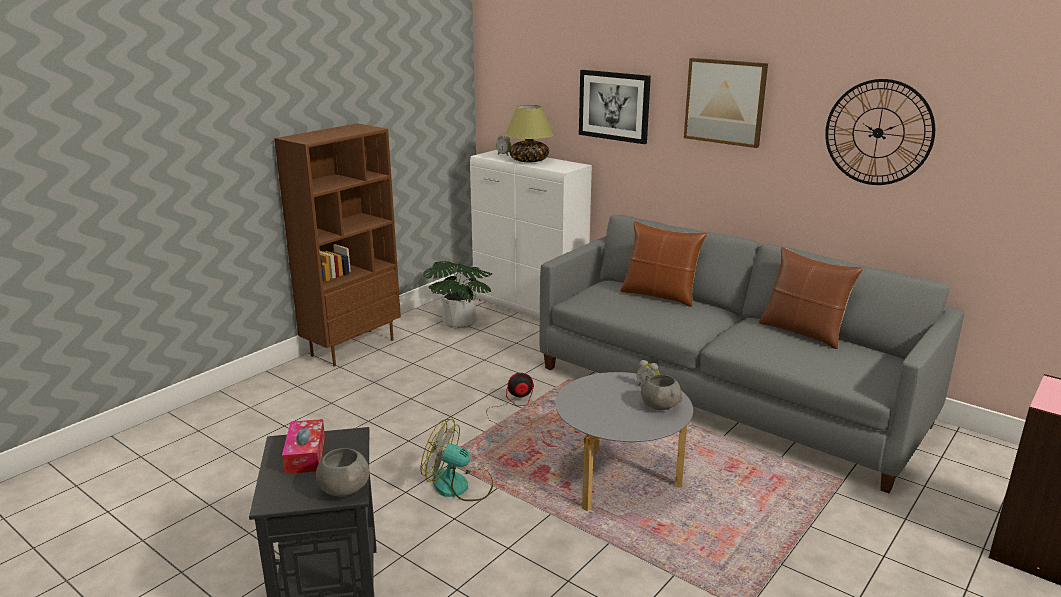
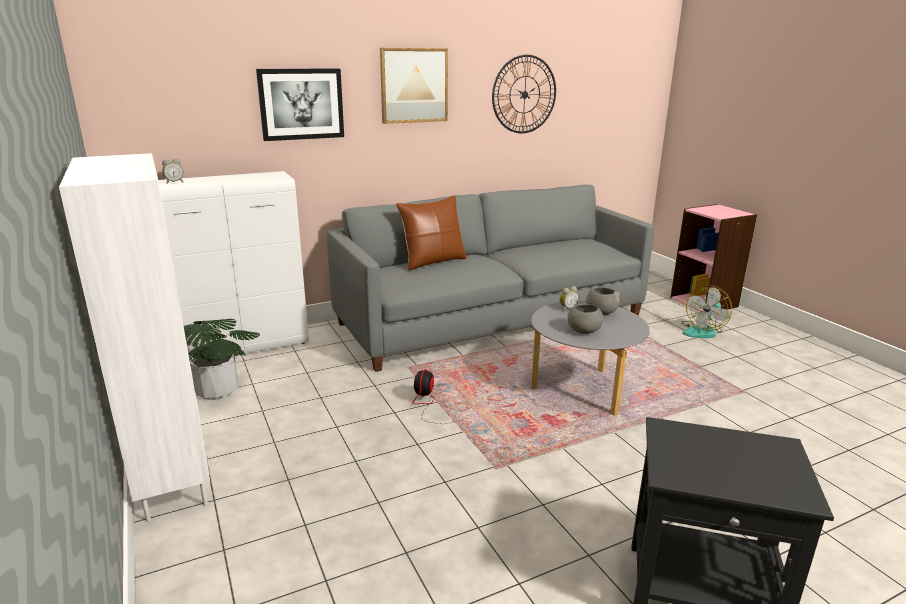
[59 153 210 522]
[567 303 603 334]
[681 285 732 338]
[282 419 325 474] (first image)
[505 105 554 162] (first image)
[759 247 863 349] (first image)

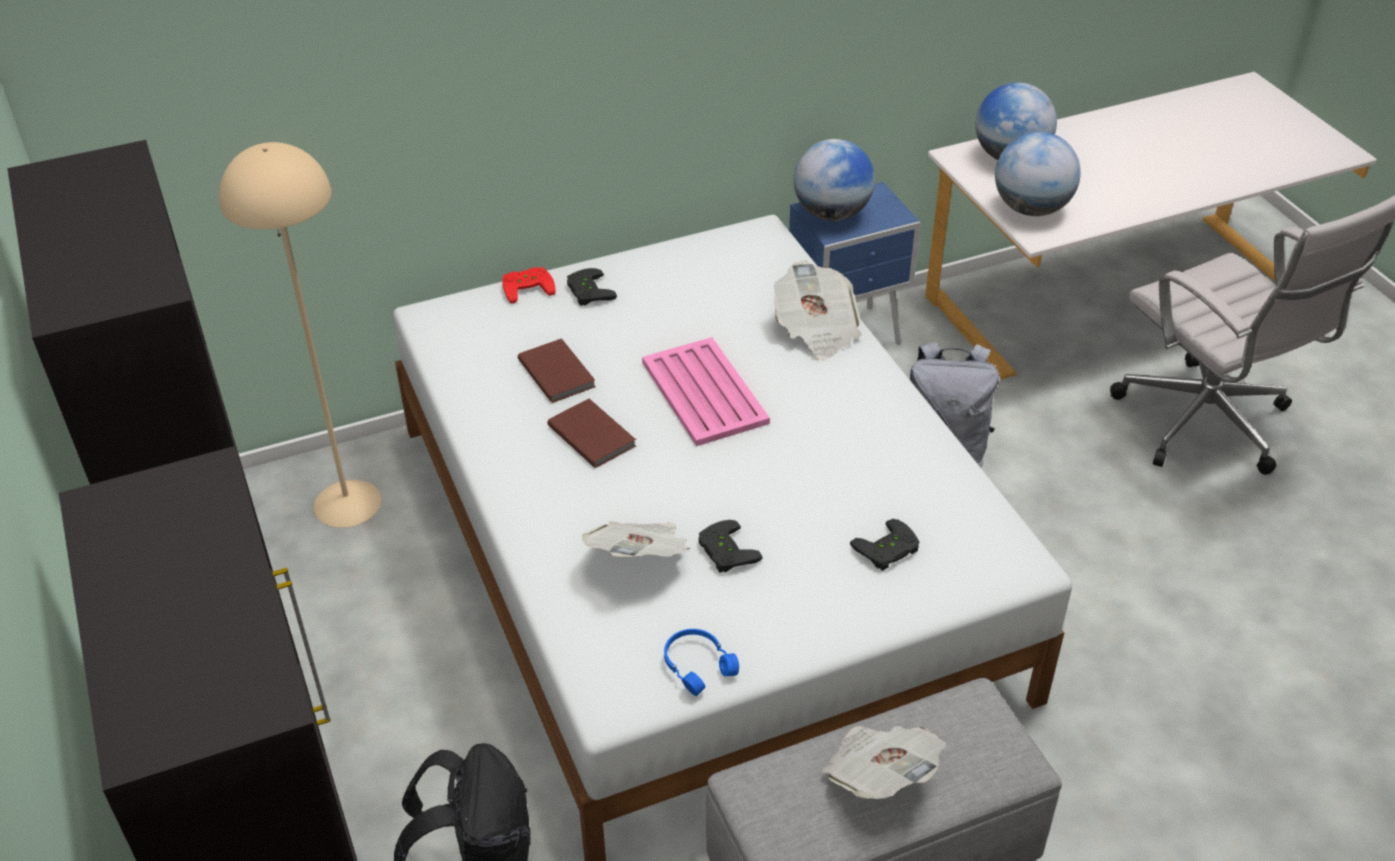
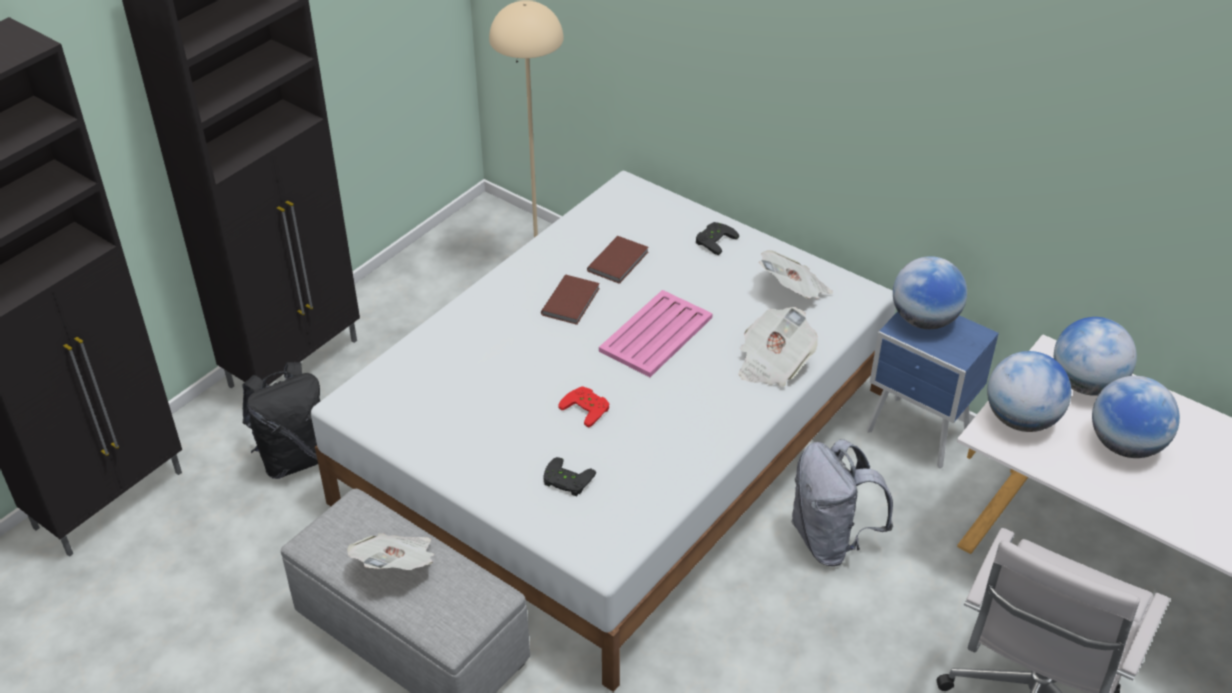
[558 386 610 427]
[759 250 833 299]
[1092 376 1180 458]
[664 629 739 696] (first image)
[699 520 763 573] (first image)

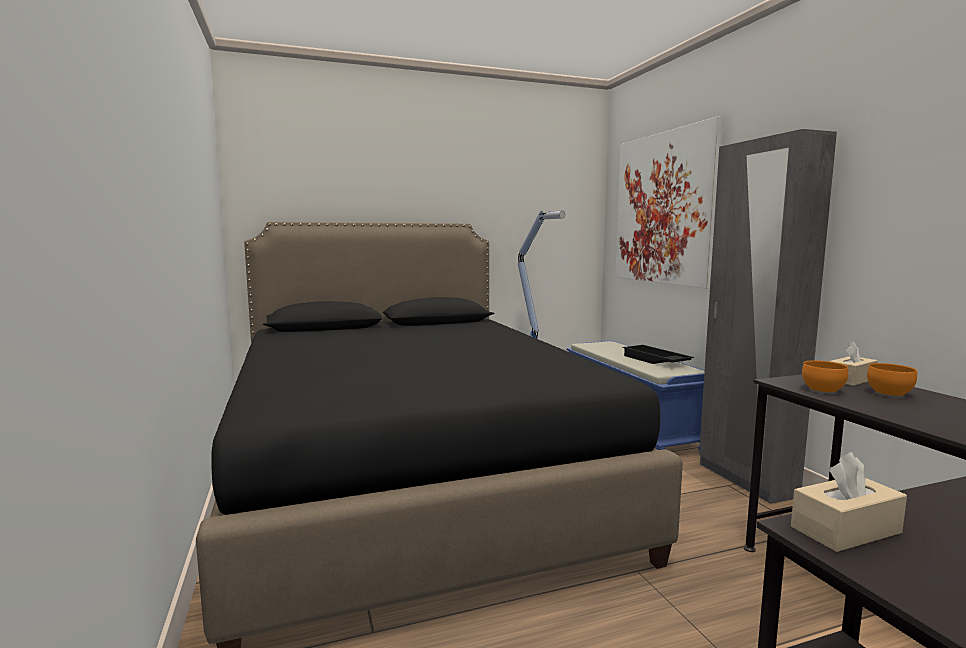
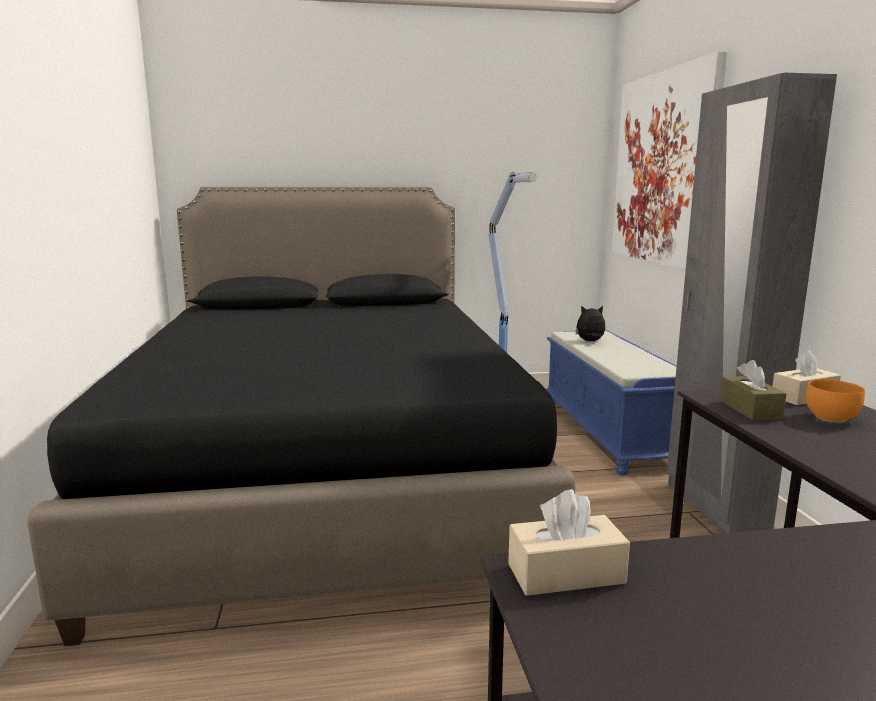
[575 305 605 341]
[720 360 786 420]
[623 345 694 364] (first image)

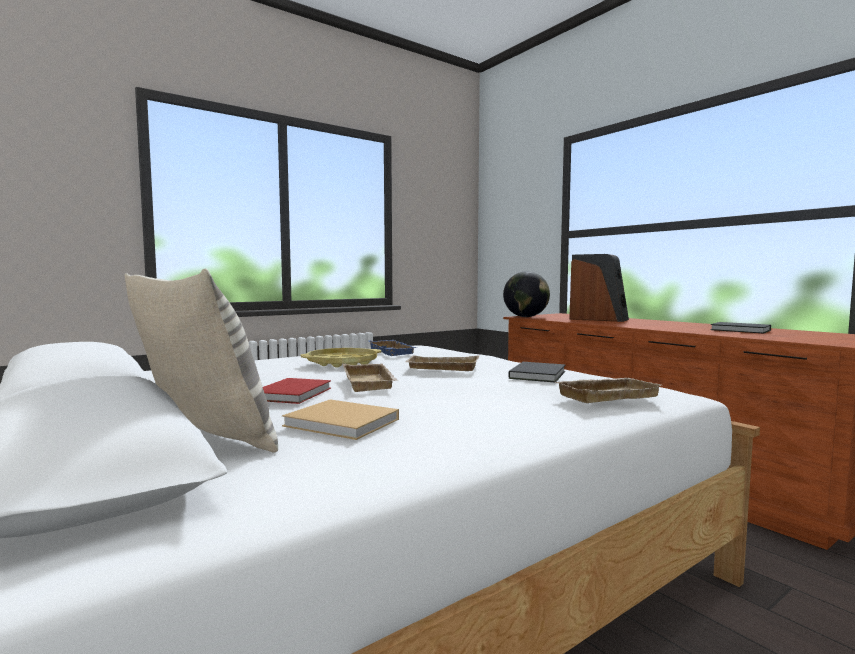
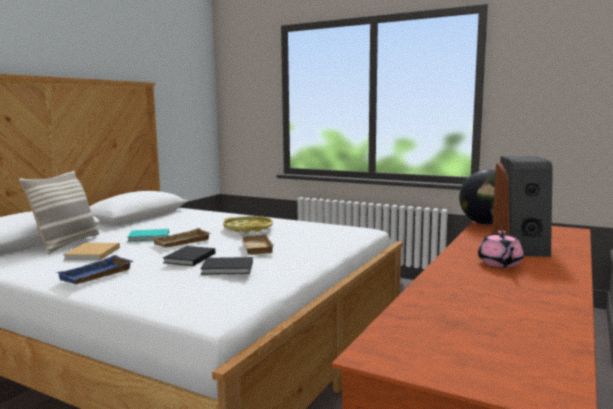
[56 255 133 284]
[127 229 169 242]
[163 246 215 266]
[478 231 524 267]
[554 378 661 403] (first image)

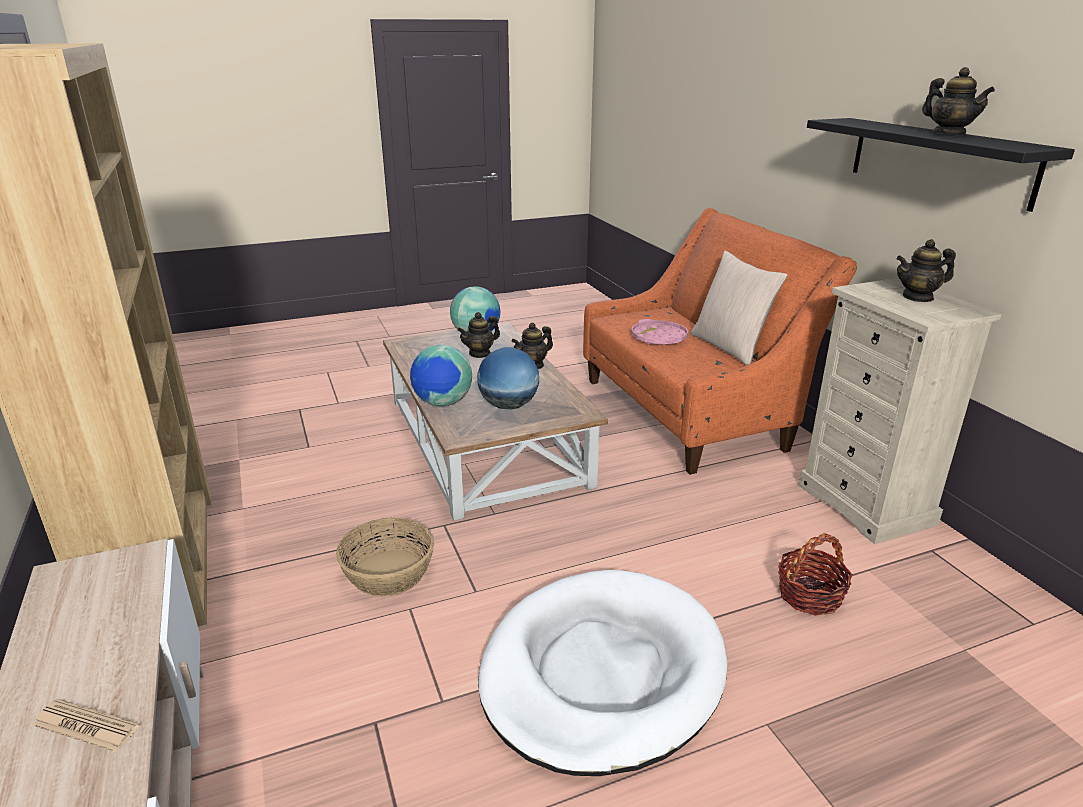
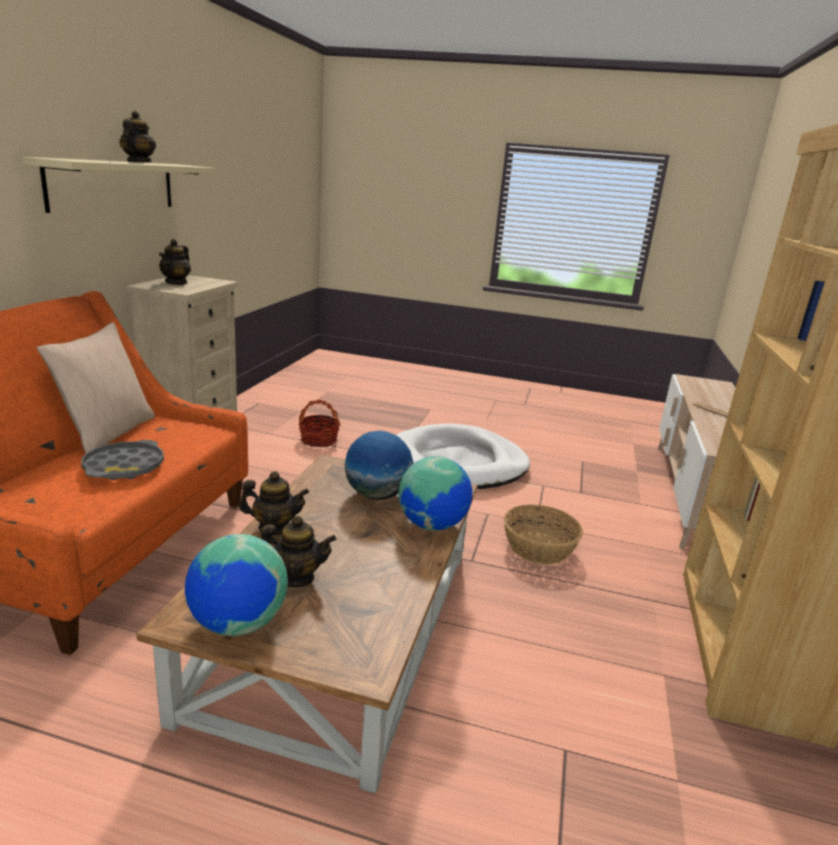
[22 157 215 213]
[81 440 164 480]
[159 239 191 285]

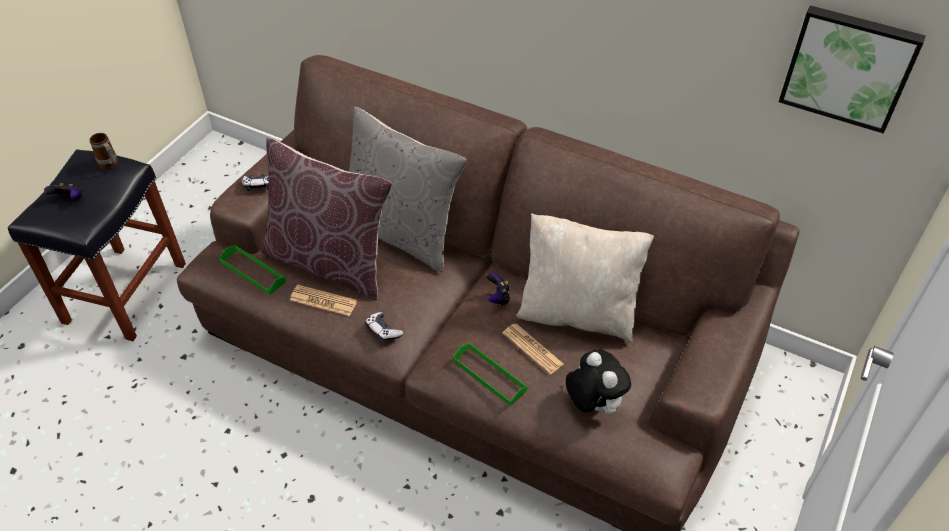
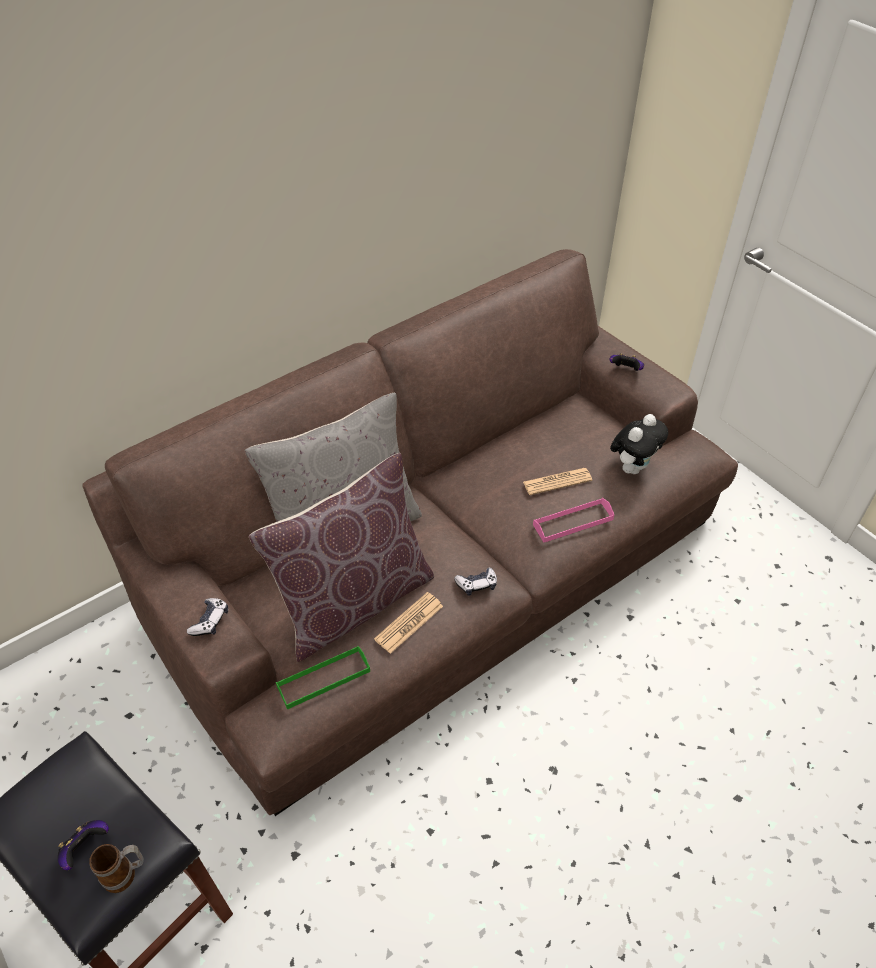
[89 844 144 893]
[533 498 614 542]
[610 354 644 371]
[610 414 668 474]
[516 213 654 342] (first image)
[779 5 926 134] (first image)

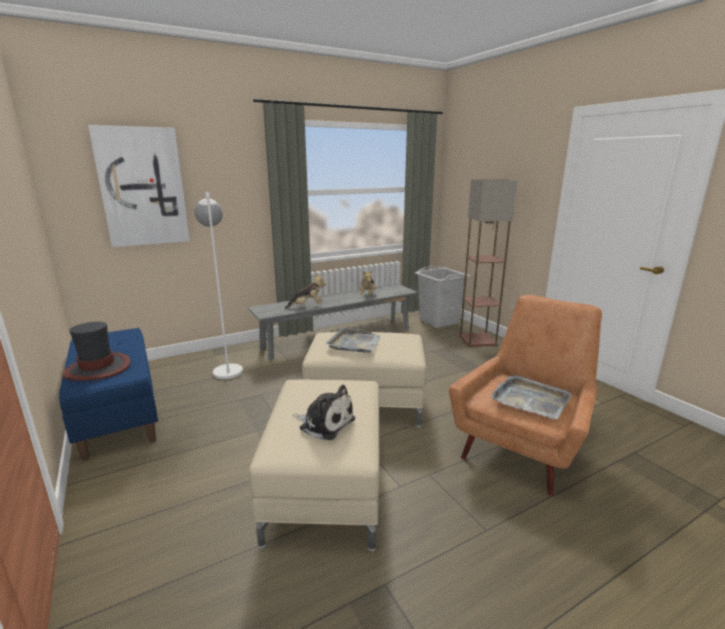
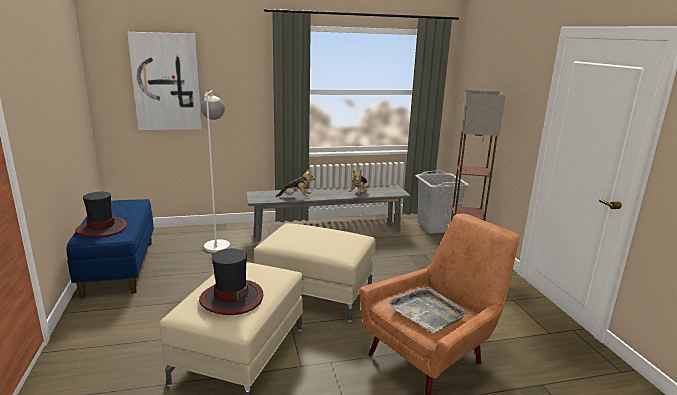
[199 248 263 315]
[326 328 380 353] (first image)

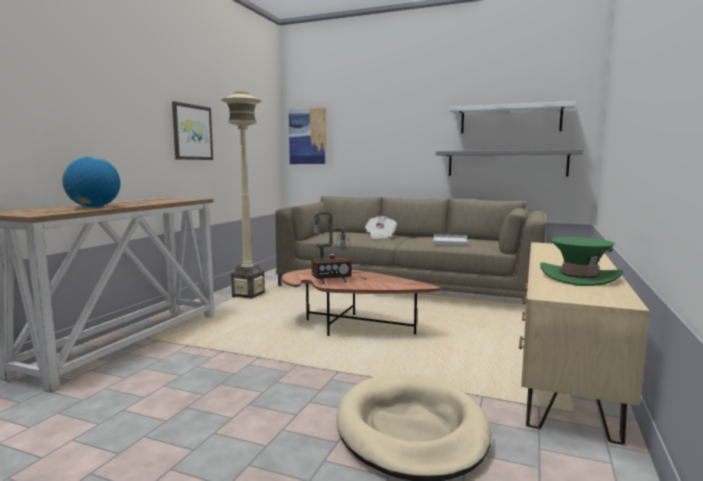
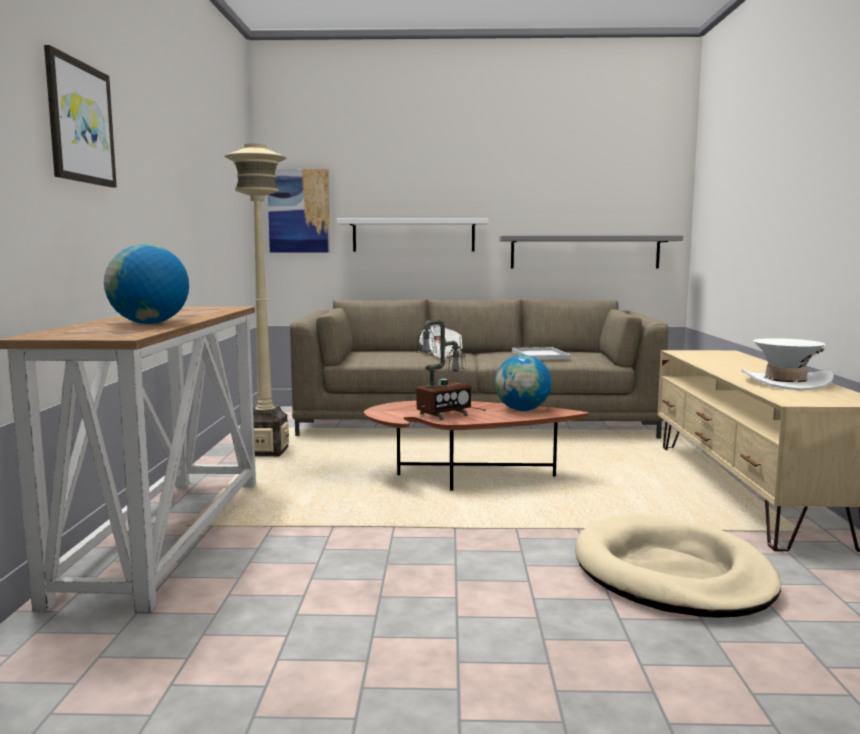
[44 45 117 188]
[337 218 488 252]
[495 355 551 411]
[741 338 834 391]

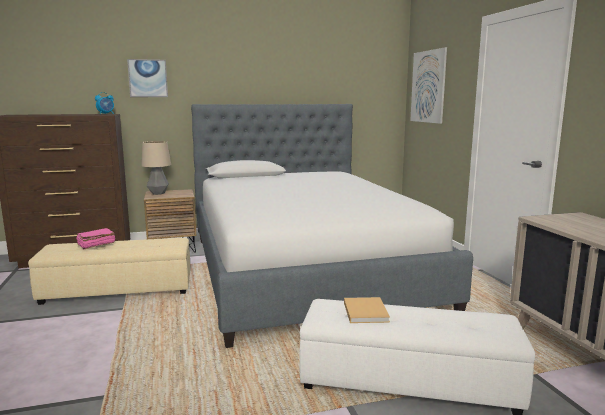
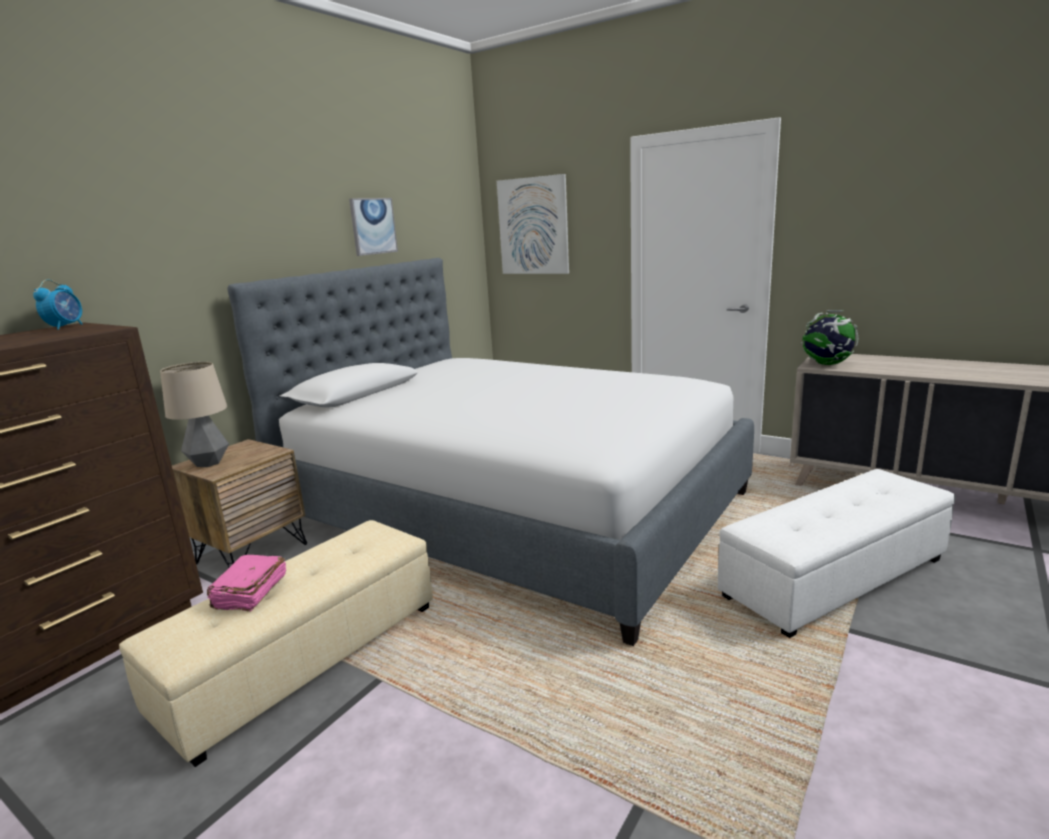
[349 198 398 256]
[801 310 858 365]
[344 297 390 323] (first image)

